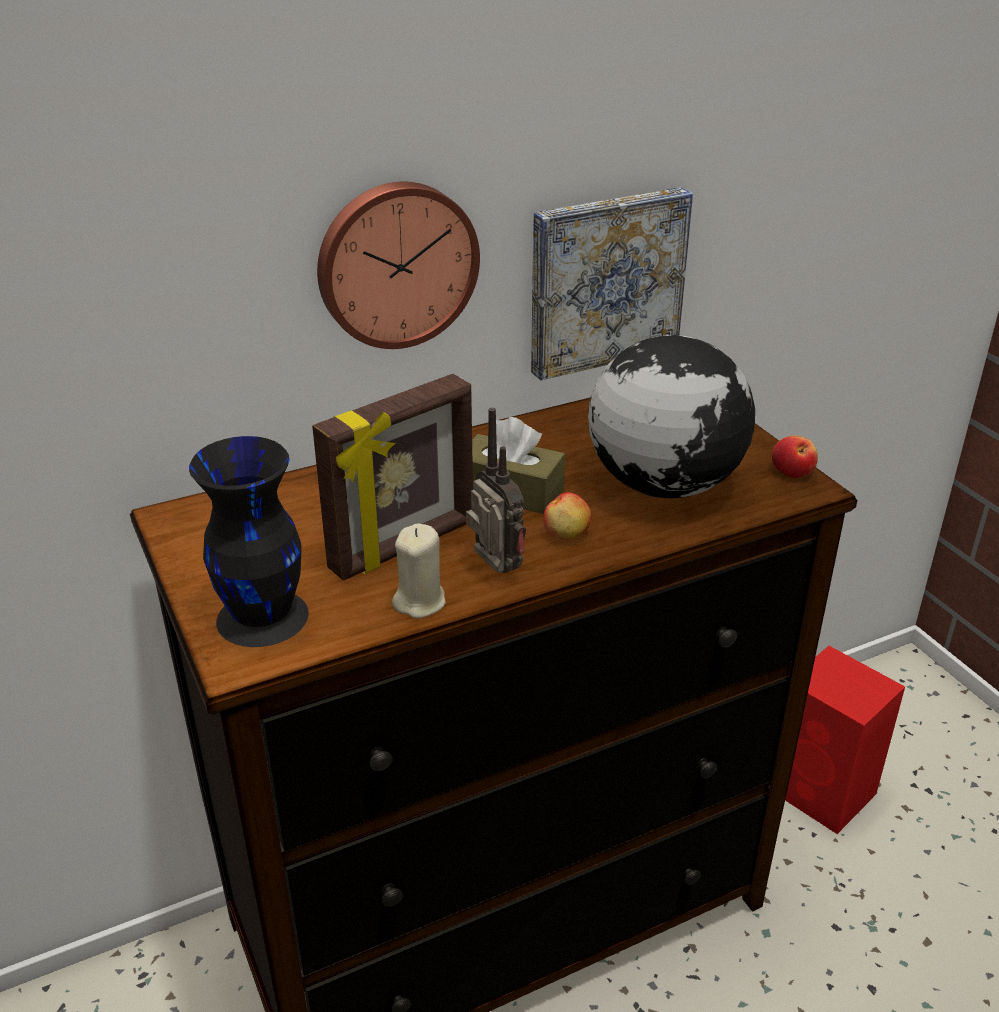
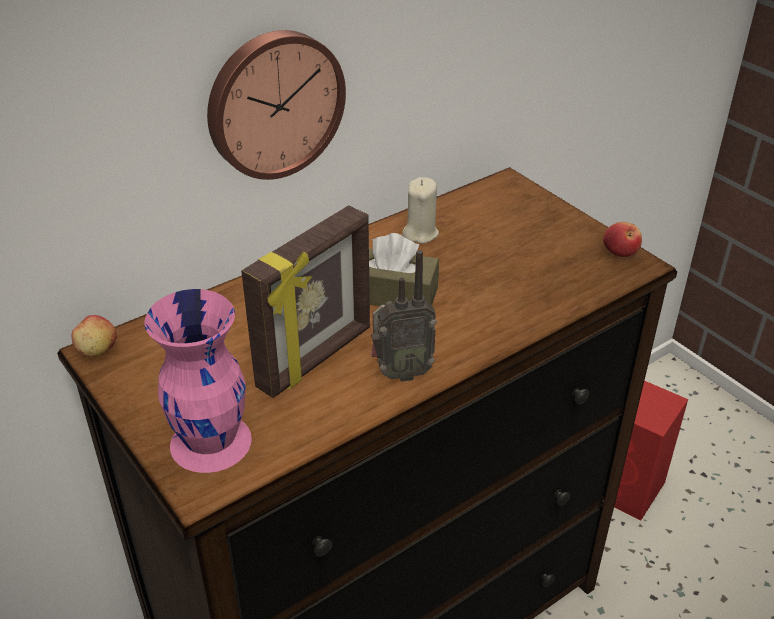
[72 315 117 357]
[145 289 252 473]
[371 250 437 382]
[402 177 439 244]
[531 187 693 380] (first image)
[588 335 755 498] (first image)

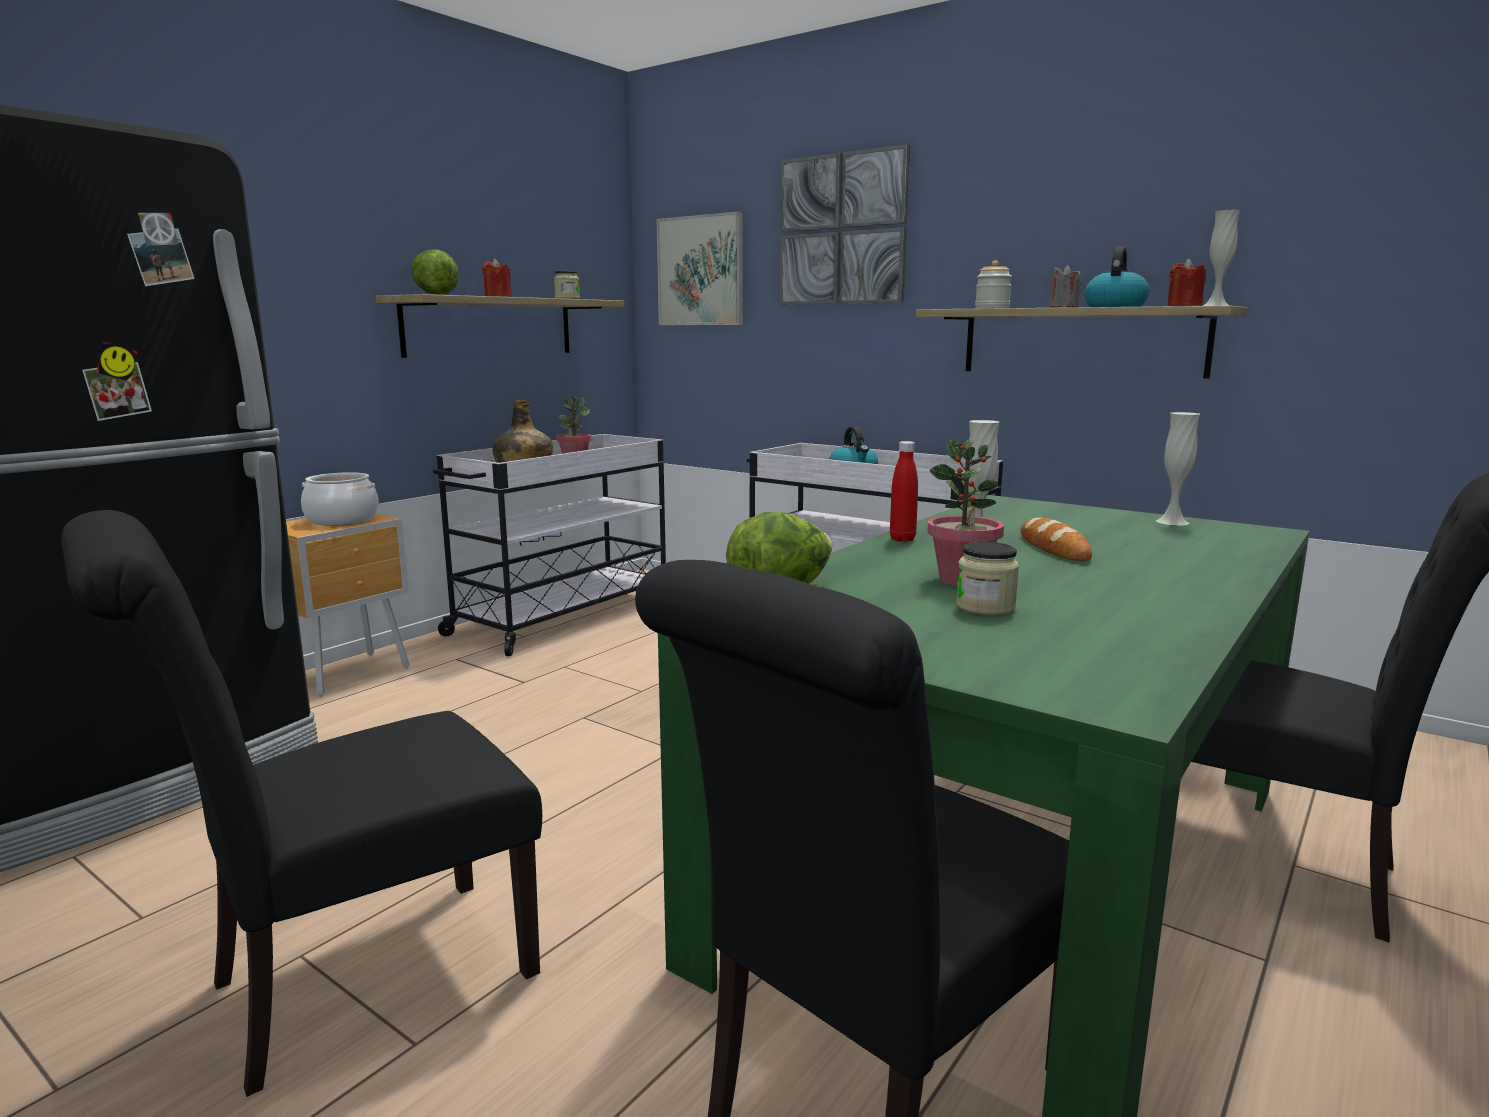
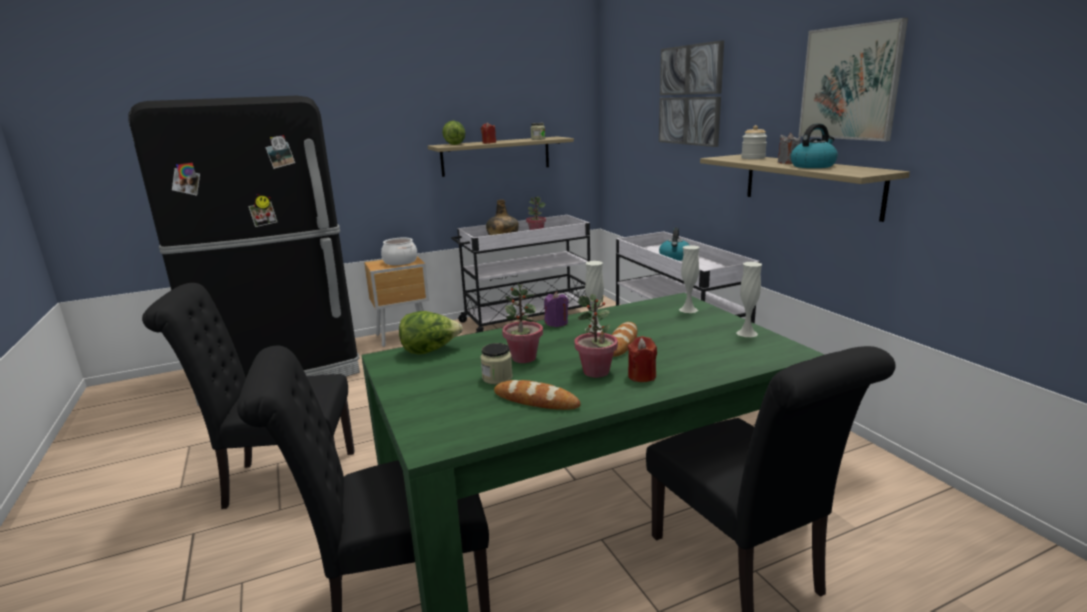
[494 380 581 410]
[544 292 569 327]
[575 294 618 378]
[628 336 657 382]
[679 245 700 313]
[799 18 908 141]

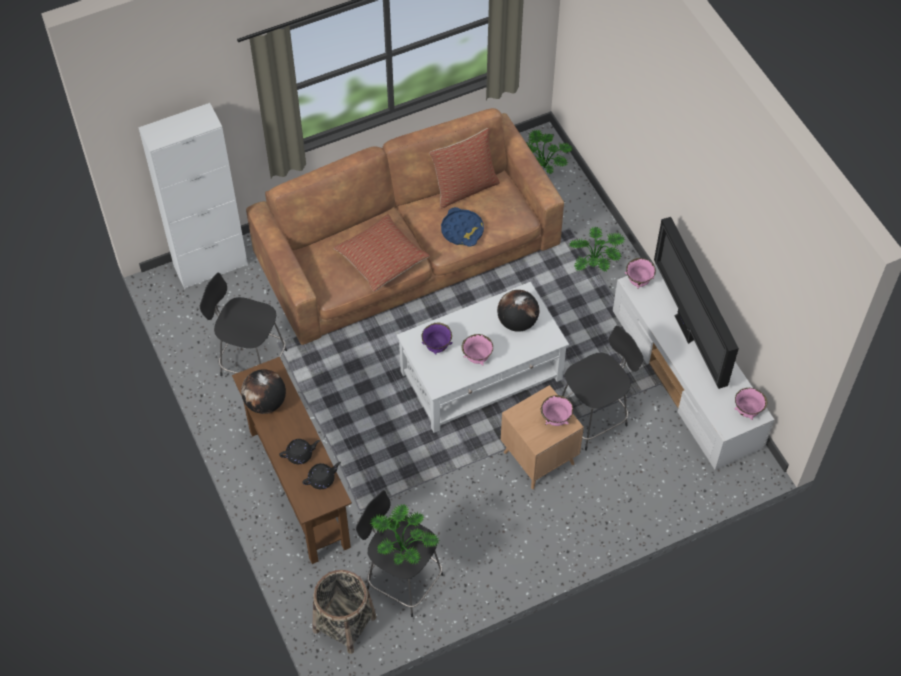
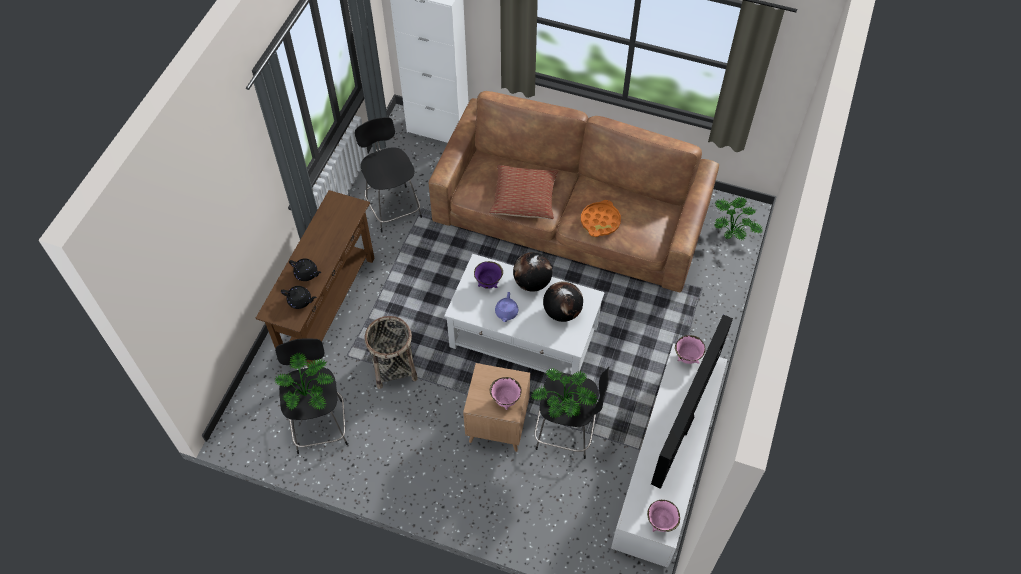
[365 316 418 389]
[495 292 518 322]
[513 252 552 292]
[531 369 598 418]
[581 200 621 237]
[429 128 500 209] (first image)

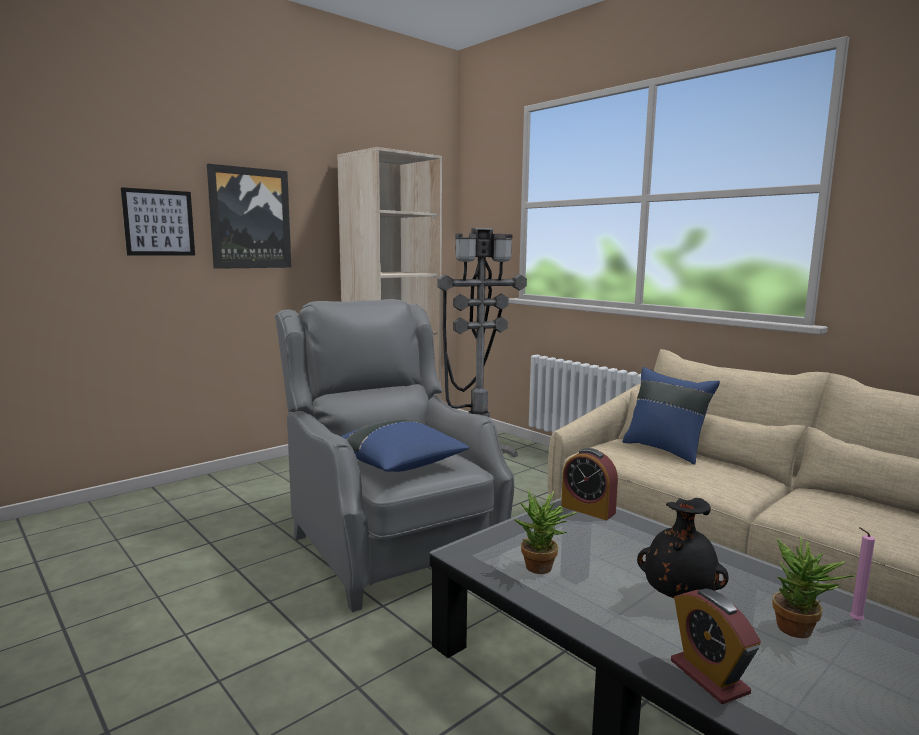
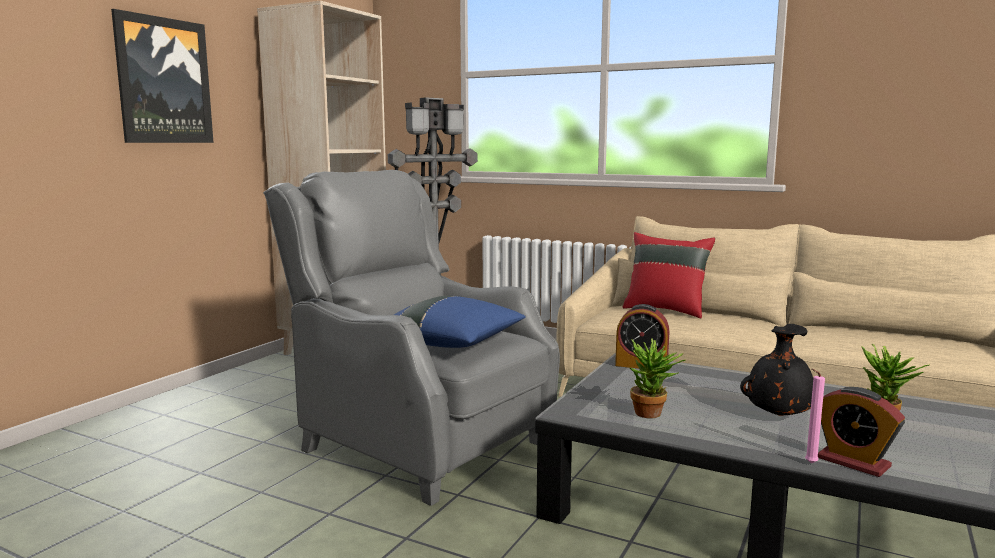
[623 232 715 318]
[805 369 825 464]
[121 187 195 255] (first image)

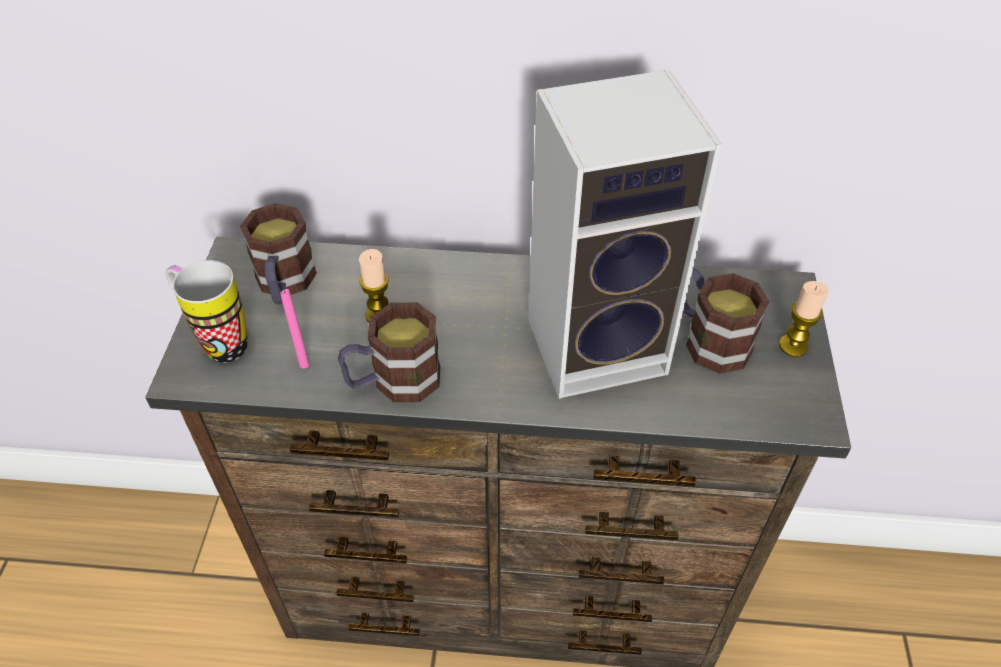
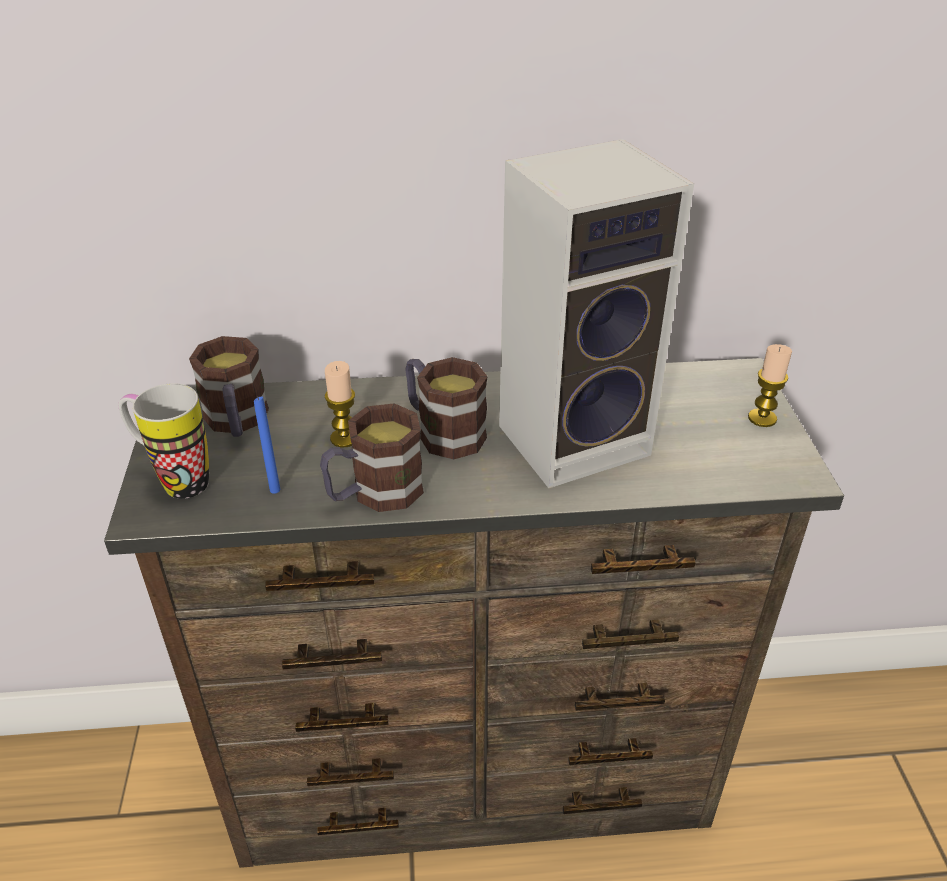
[254 396 280 494]
[405 357 488 460]

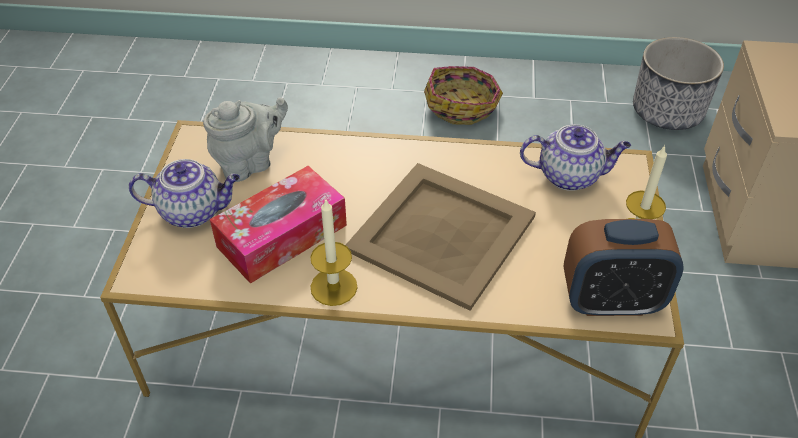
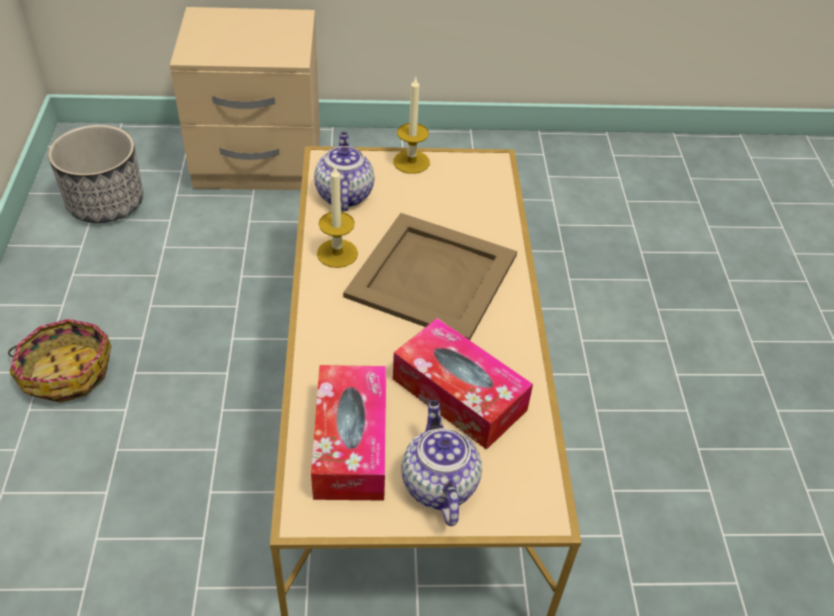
[311 365 386 501]
[317 167 358 268]
[564 219 684 316] (first image)

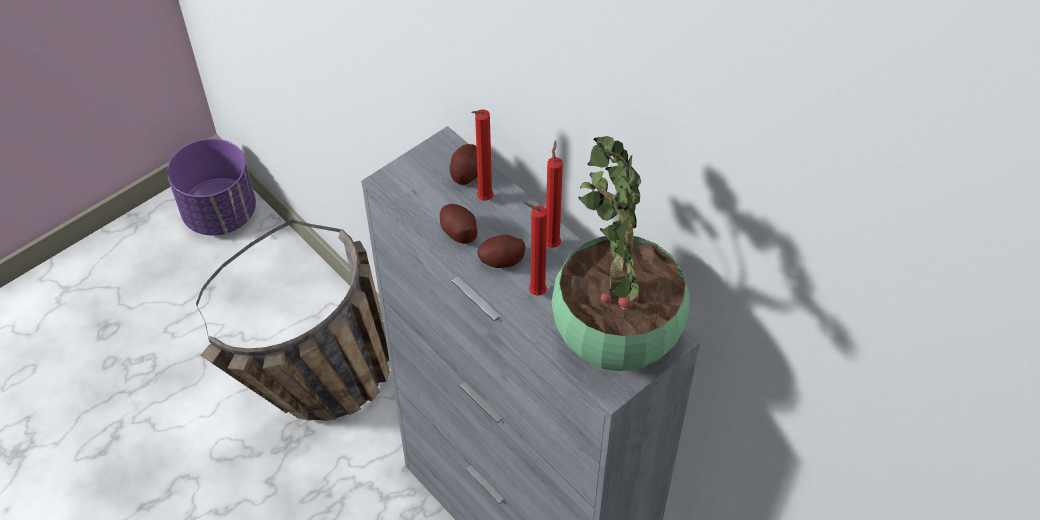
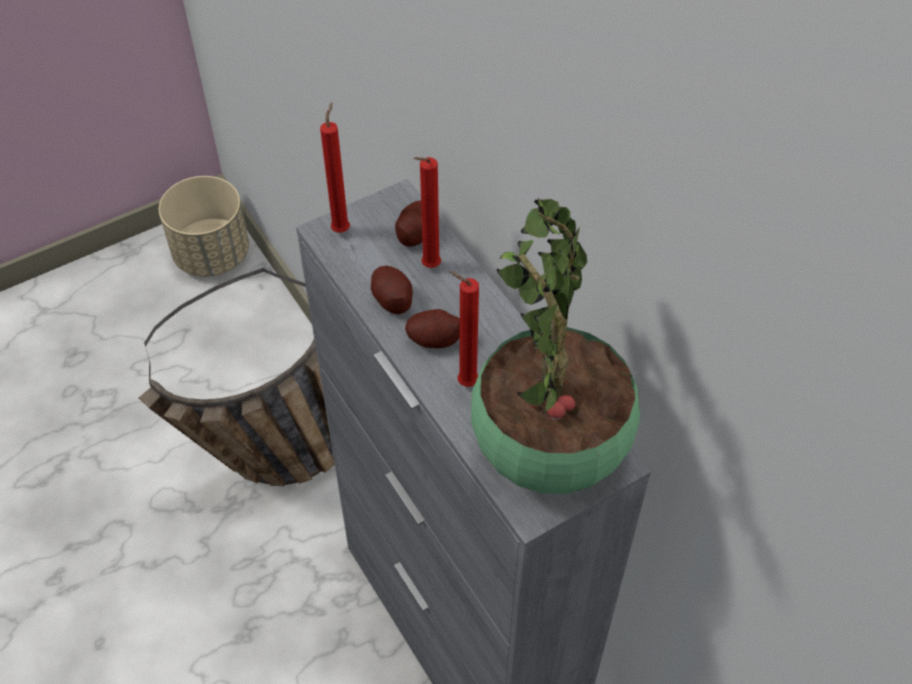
[159 176 249 277]
[320 102 350 233]

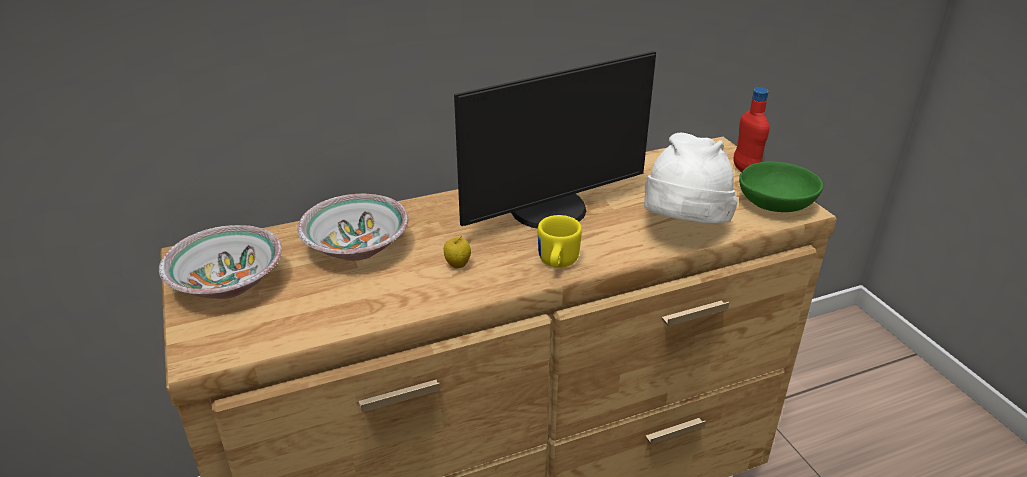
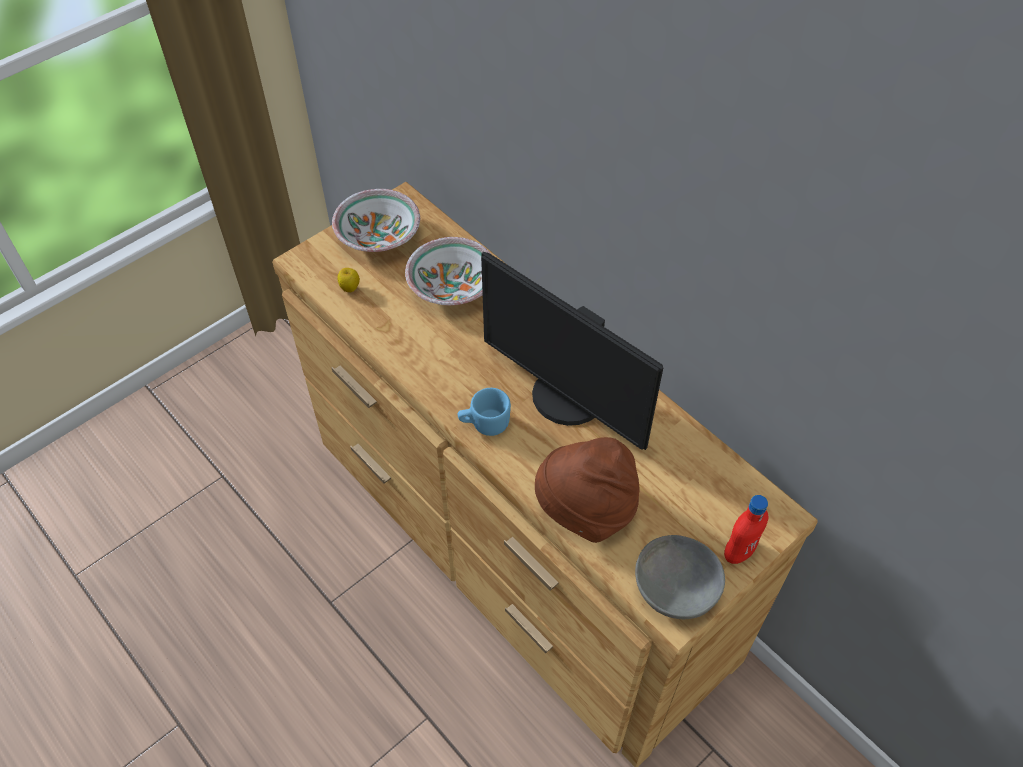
[337 268 360 292]
[458 388 511 436]
[535 437 639 543]
[635 535 725 619]

